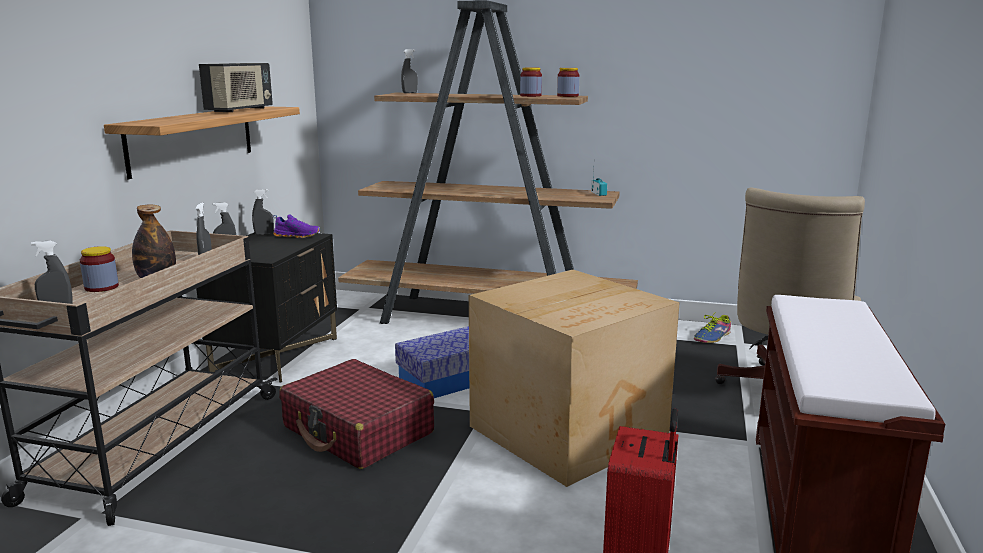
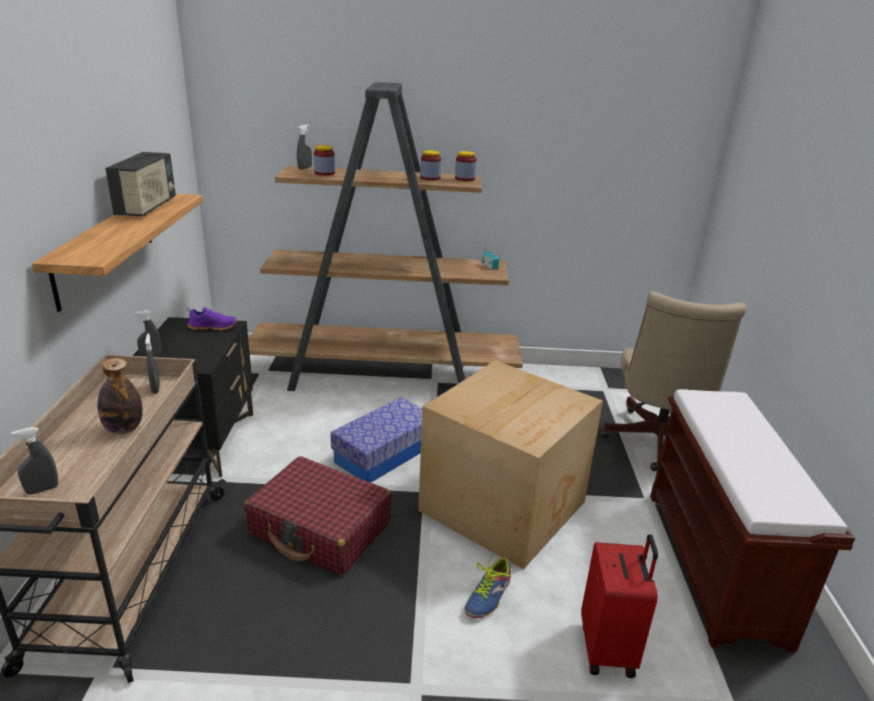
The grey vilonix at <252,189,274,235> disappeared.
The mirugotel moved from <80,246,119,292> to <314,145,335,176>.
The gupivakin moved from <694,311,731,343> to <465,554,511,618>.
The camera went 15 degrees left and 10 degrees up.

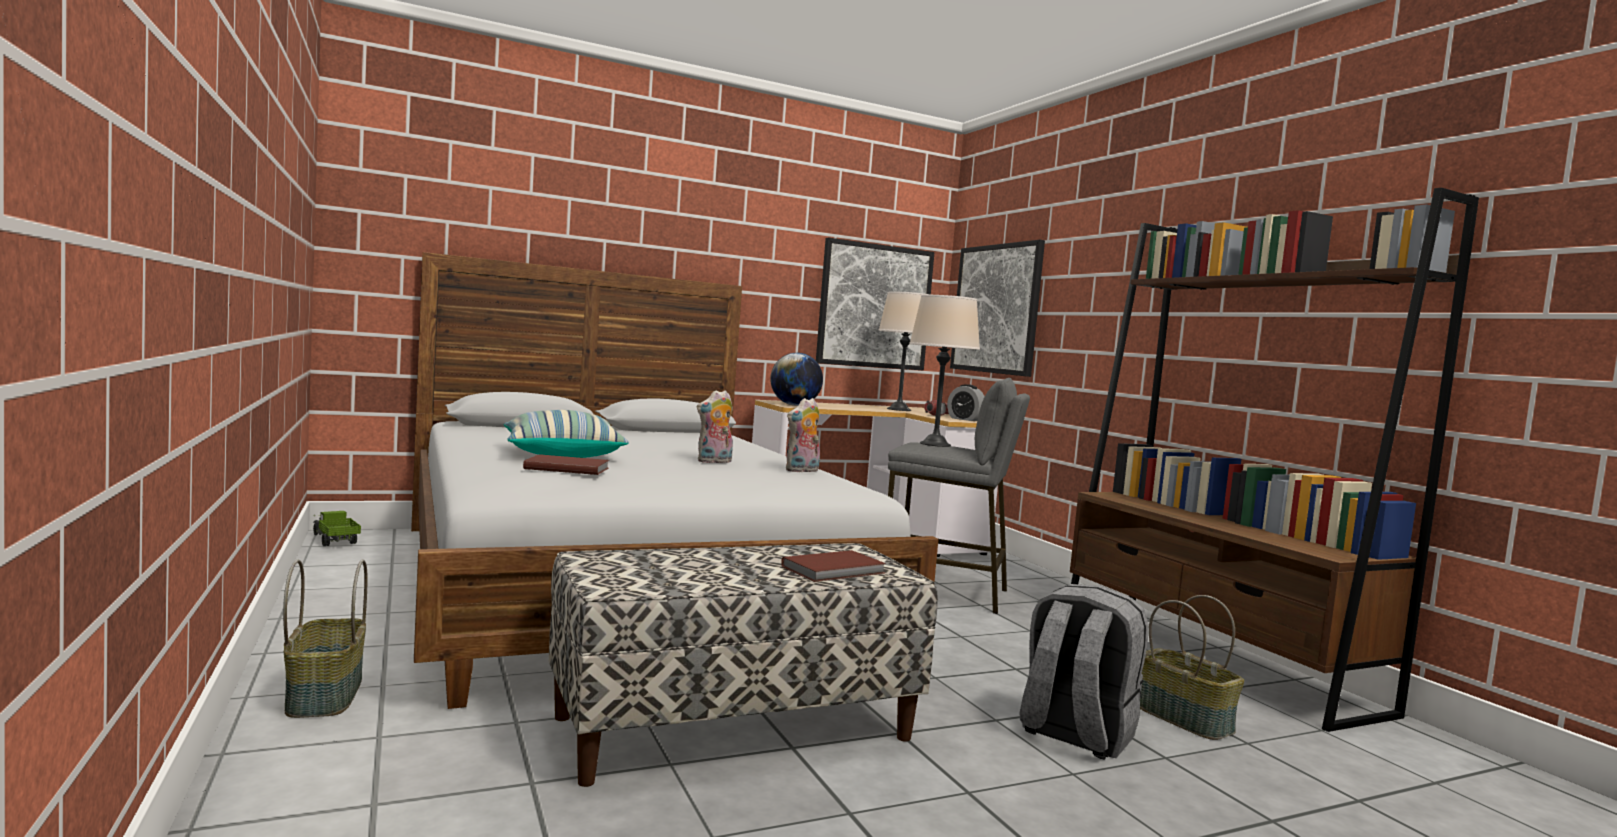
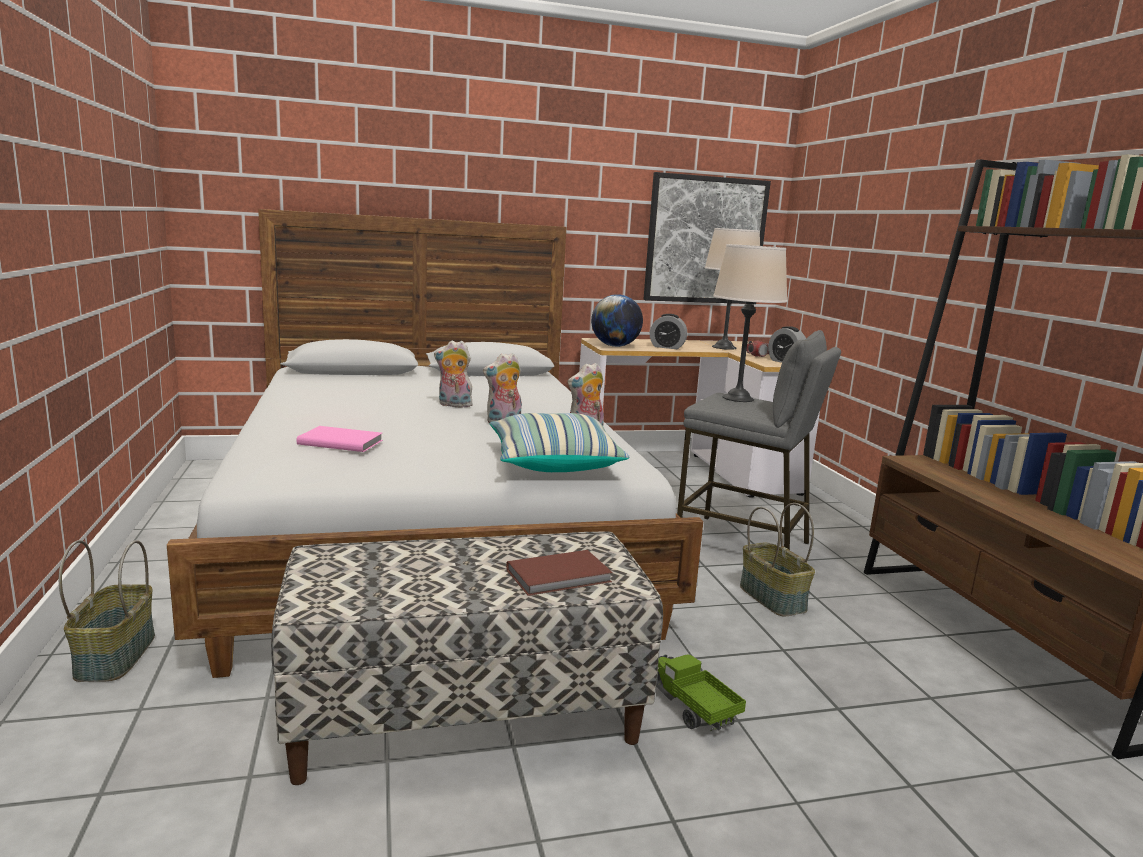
The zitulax at <950,240,1045,377> disappeared.
The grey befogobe at <1020,584,1148,760> disappeared.
The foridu at <434,341,473,408> appeared.
The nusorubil at <650,314,687,349> appeared.
The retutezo moved from <313,511,361,546> to <656,654,746,731>.
The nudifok moved from <504,410,629,458> to <490,413,629,472>.
The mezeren moved from <1140,595,1244,740> to <740,503,815,617>.
The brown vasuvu at <523,454,609,475> became the pink vasuvu at <296,426,383,452>.
The camera went 10 degrees right and 10 degrees up.

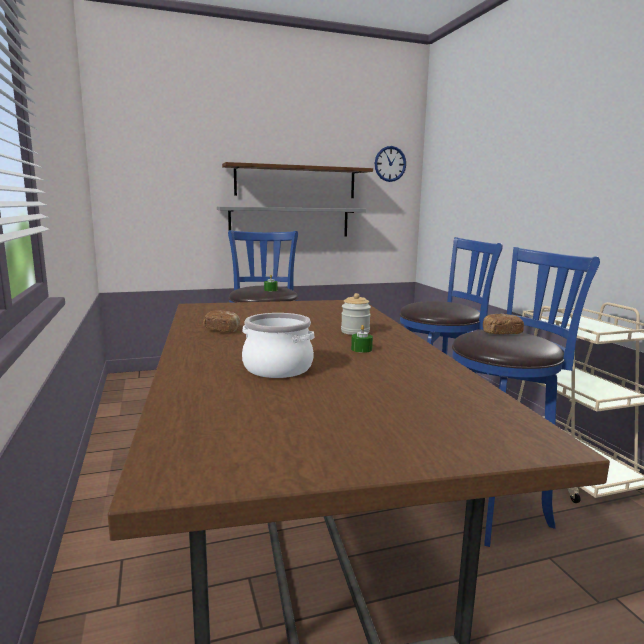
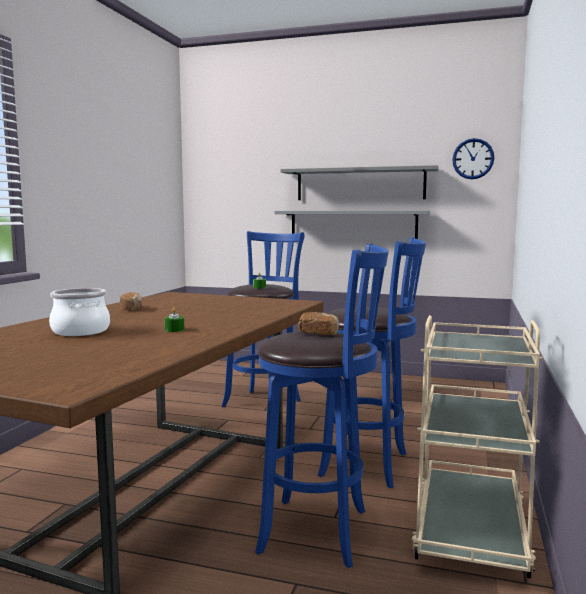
The mirugotel at <341,293,371,335> disappeared.
The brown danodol at <222,162,373,198> became the grey danodol at <281,165,439,200>.
The camera went 35 degrees right and 5 degrees down.

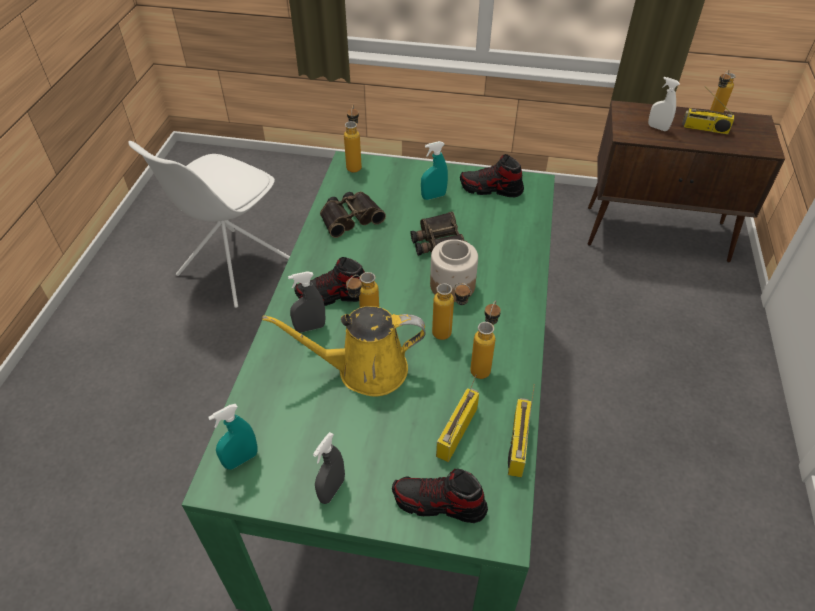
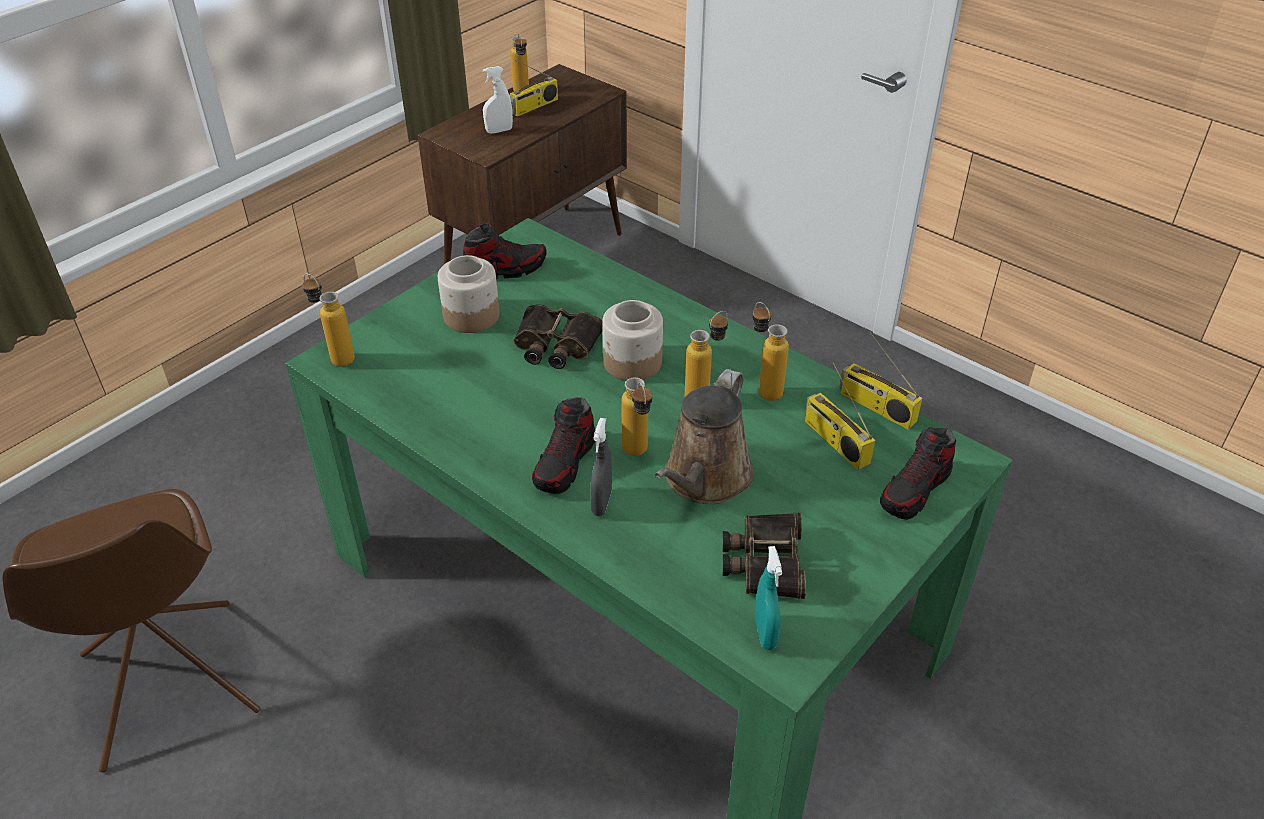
The grey vilonix at <313,432,345,504> disappeared.
The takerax moved from <320,192,386,238> to <723,513,806,599>.
The turquoise vilonix at <421,141,448,200> was replaced by the mirugotel at <438,255,499,333>.
The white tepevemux at <128,141,290,308> became the brown tepevemux at <2,489,261,772>.
The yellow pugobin at <262,306,426,396> became the brown pugobin at <654,369,753,504>.
The gupivakin at <460,154,524,197> turned 150 degrees counterclockwise.
The camera went 60 degrees left and 5 degrees down.

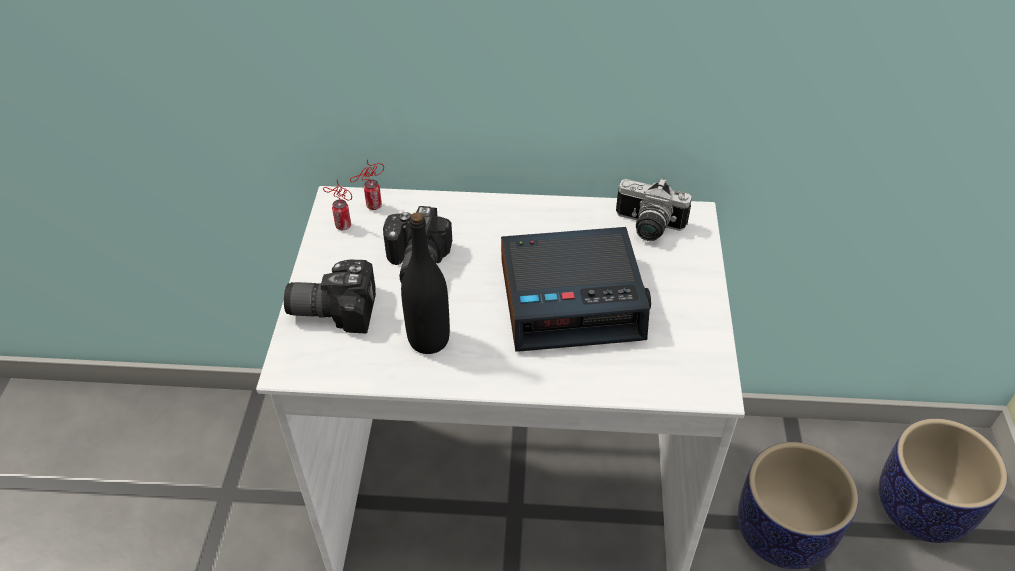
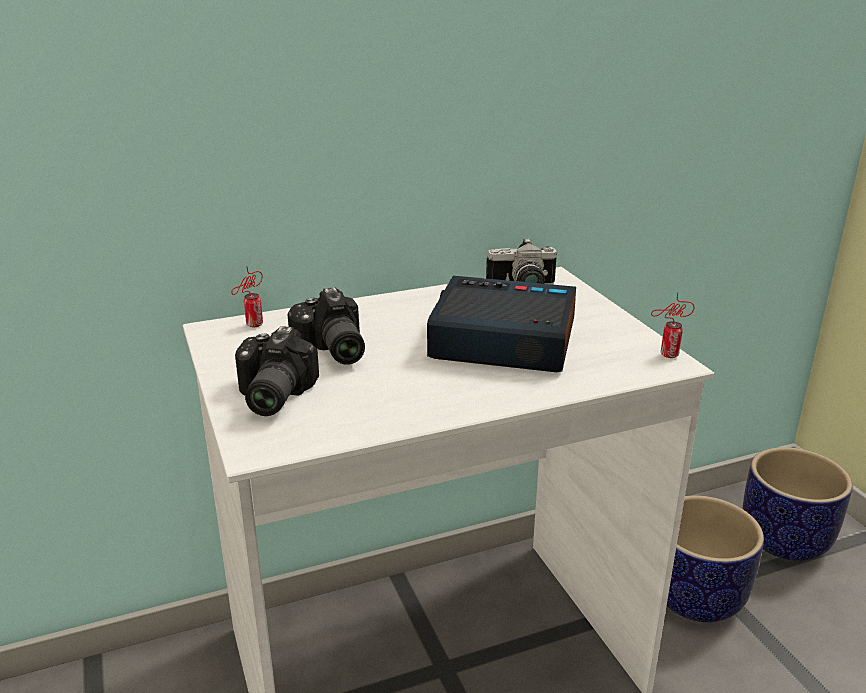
The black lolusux at <401,212,450,354> disappeared.
The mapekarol moved from <323,179,352,230> to <651,292,694,358>.
The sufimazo at <284,259,376,333> turned 60 degrees counterclockwise.
The nusorubil at <501,227,651,351> turned 135 degrees counterclockwise.
The camera went 25 degrees left and 20 degrees down.

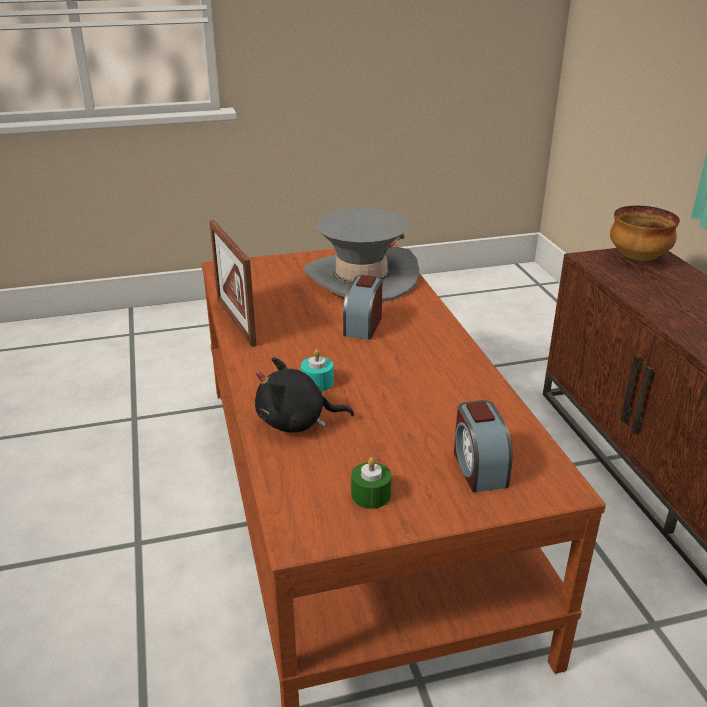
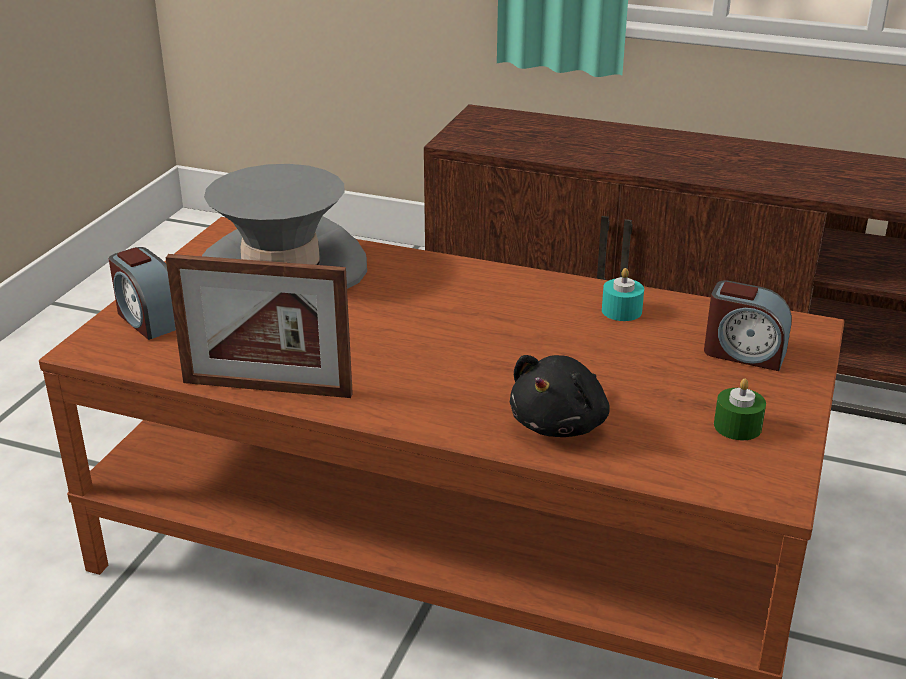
The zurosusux at <610,206,680,261> disappeared.
The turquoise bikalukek moved from <301,349,334,391> to <602,268,644,321>.
The nusorubil moved from <343,275,382,340> to <109,247,176,340>.
The camera went 55 degrees left and 0 degrees up.

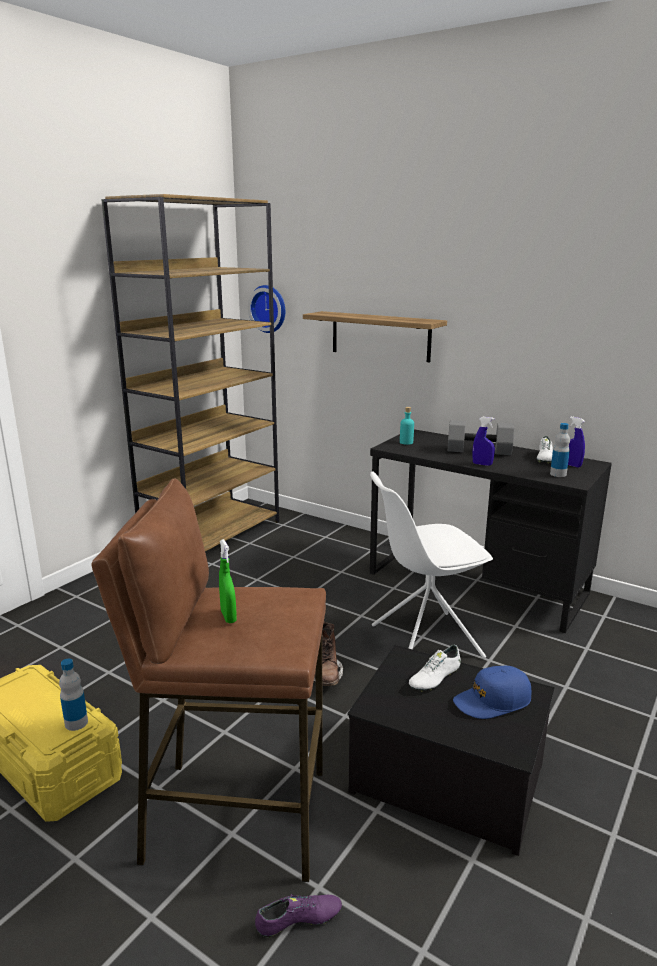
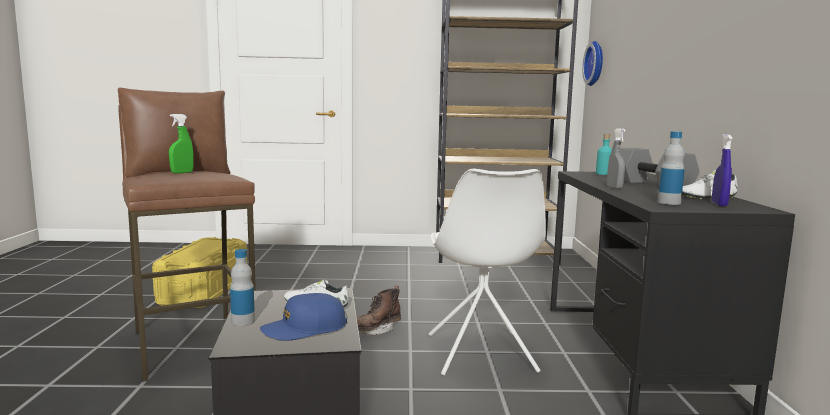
The purple gupivakin at <255,894,342,938> disappeared.
The danodol at <303,311,447,362> disappeared.
The lolusux moved from <59,659,88,731> to <230,249,255,326>.
The blue vilonix at <472,417,495,466> became the grey vilonix at <607,128,626,189>.
The white tepevemux at <370,471,493,659> turned 135 degrees counterclockwise.
The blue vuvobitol at <453,666,532,719> turned 60 degrees counterclockwise.
The camera went 55 degrees right and 10 degrees down.

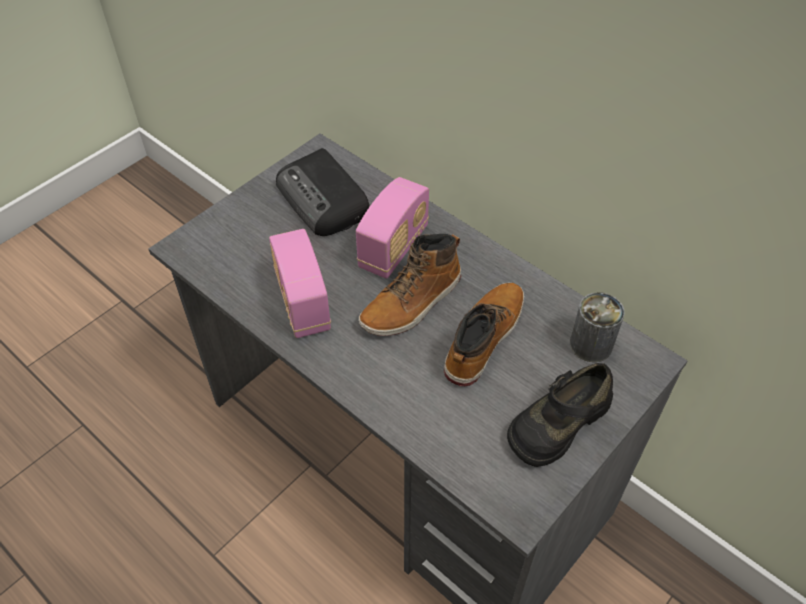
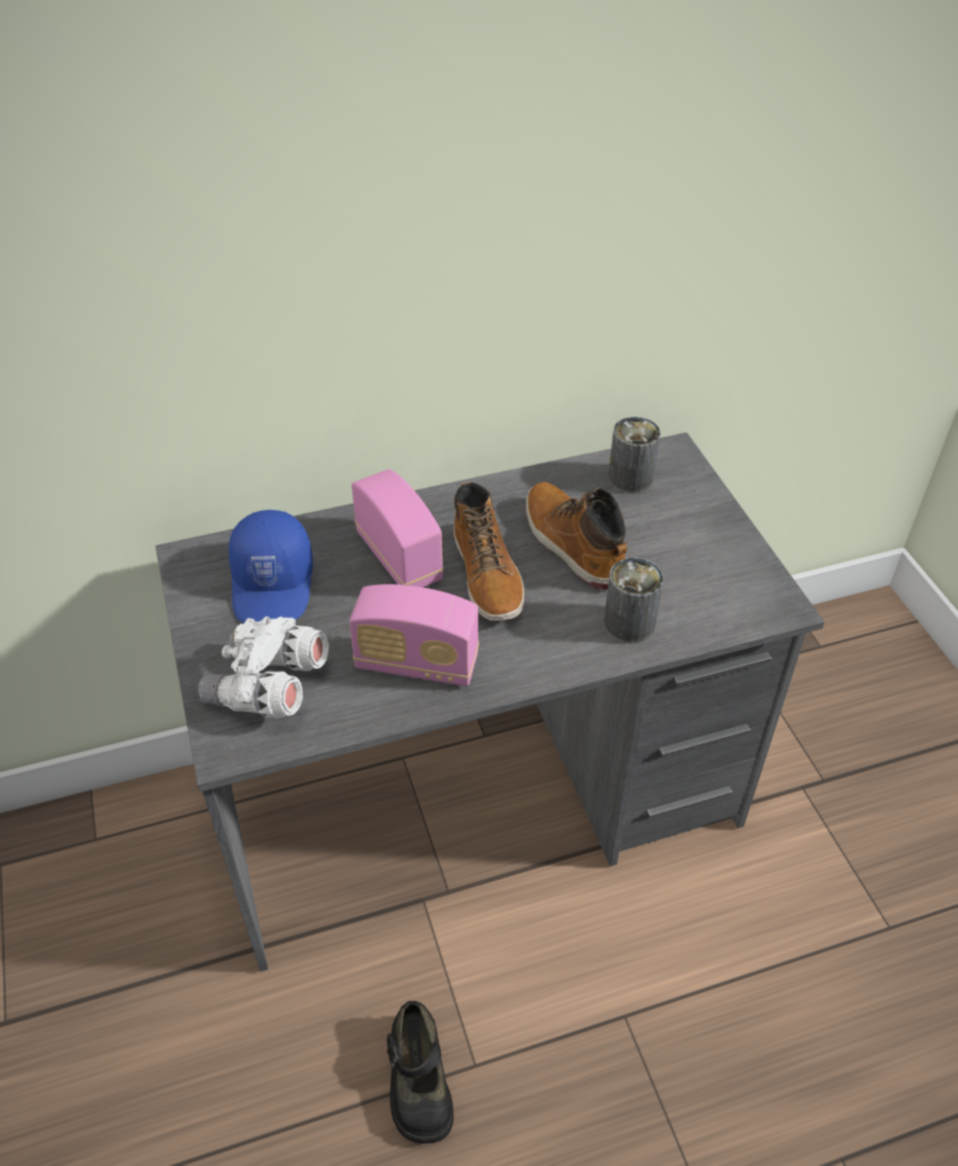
The white takerax at <198,616,329,718> appeared.
The mapekarol at <604,557,663,643> appeared.
The black gupivakin moved from <507,363,613,467> to <387,1001,454,1144>.
The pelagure at <276,148,370,236> was replaced by the blue vuvobitol at <229,510,313,623>.
The camera went 60 degrees left and 5 degrees down.

